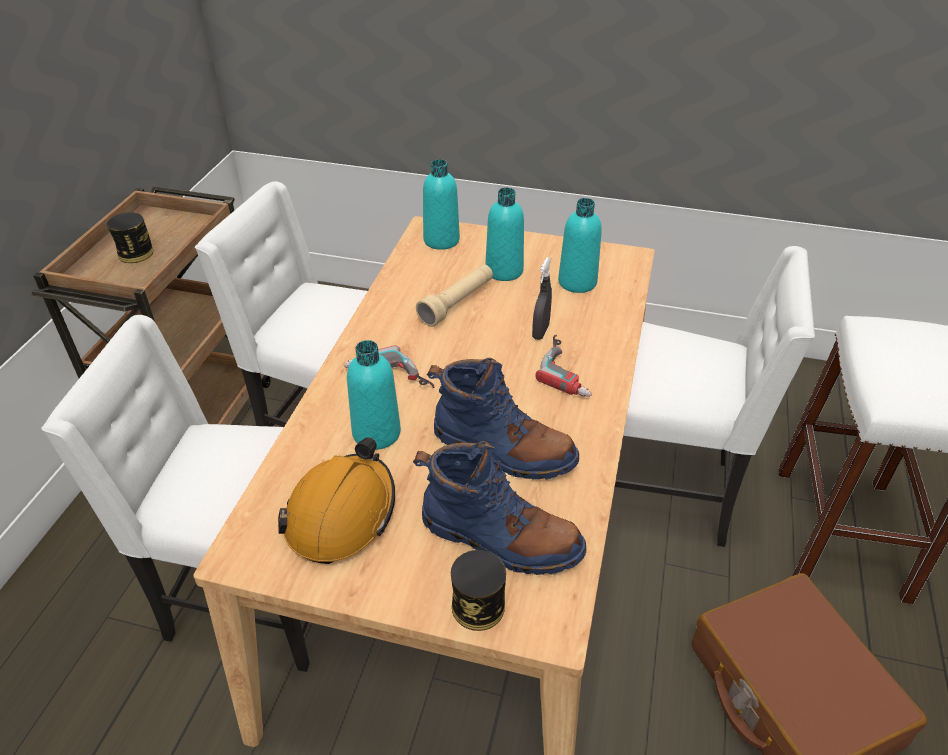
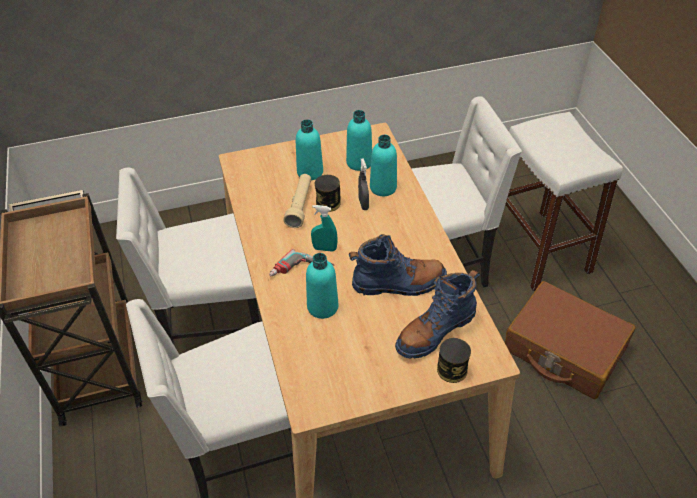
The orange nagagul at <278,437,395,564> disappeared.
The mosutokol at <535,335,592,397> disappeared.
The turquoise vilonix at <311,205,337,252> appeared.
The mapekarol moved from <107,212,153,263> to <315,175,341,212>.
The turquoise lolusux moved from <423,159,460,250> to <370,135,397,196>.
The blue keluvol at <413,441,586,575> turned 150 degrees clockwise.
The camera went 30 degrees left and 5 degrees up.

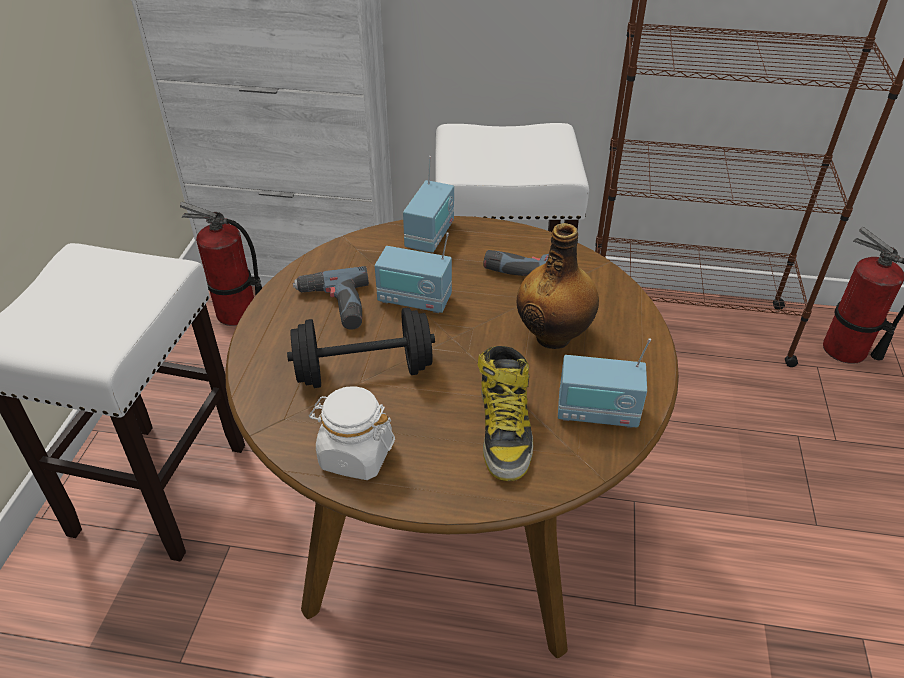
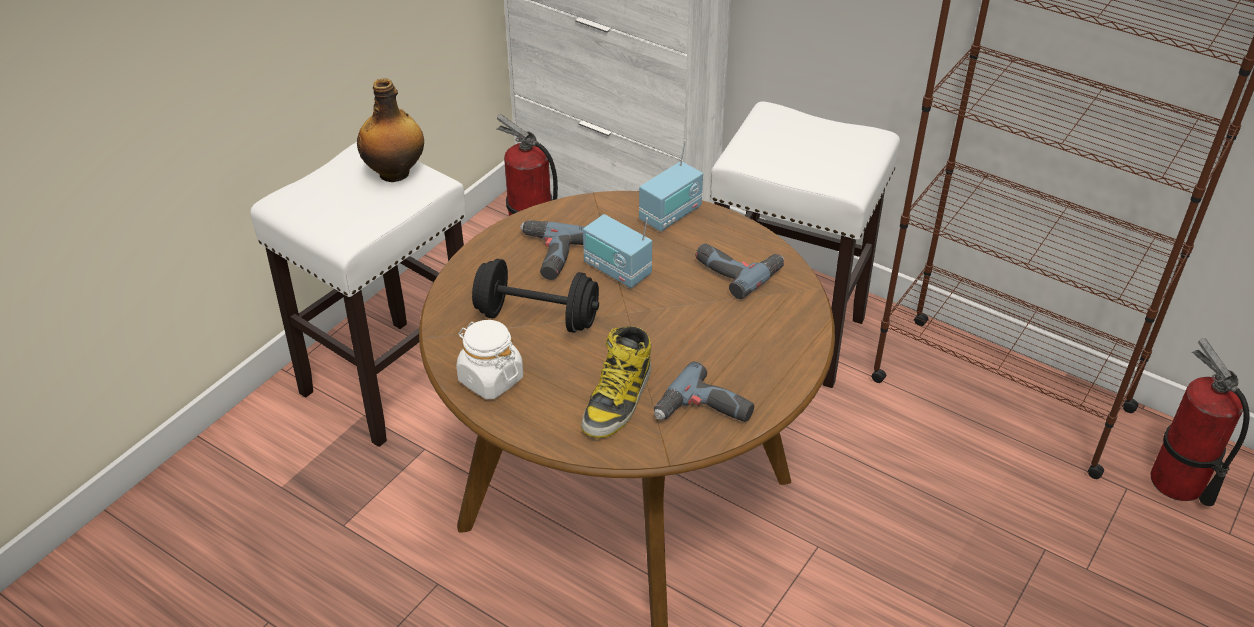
The lolusux moved from <517,223,599,349> to <357,78,424,182>.
The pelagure at <558,338,651,428> was replaced by the mosutokol at <654,361,754,422>.
The camera went 25 degrees right and 0 degrees up.

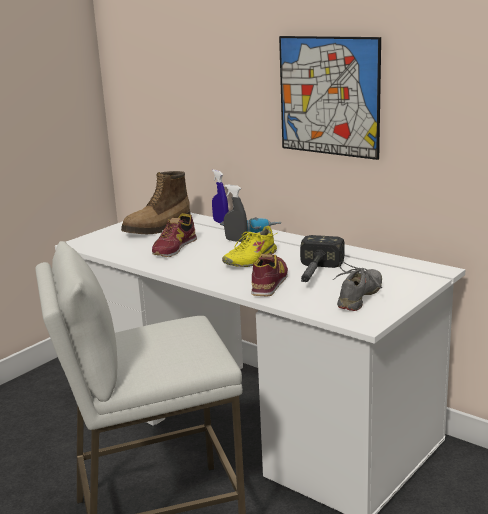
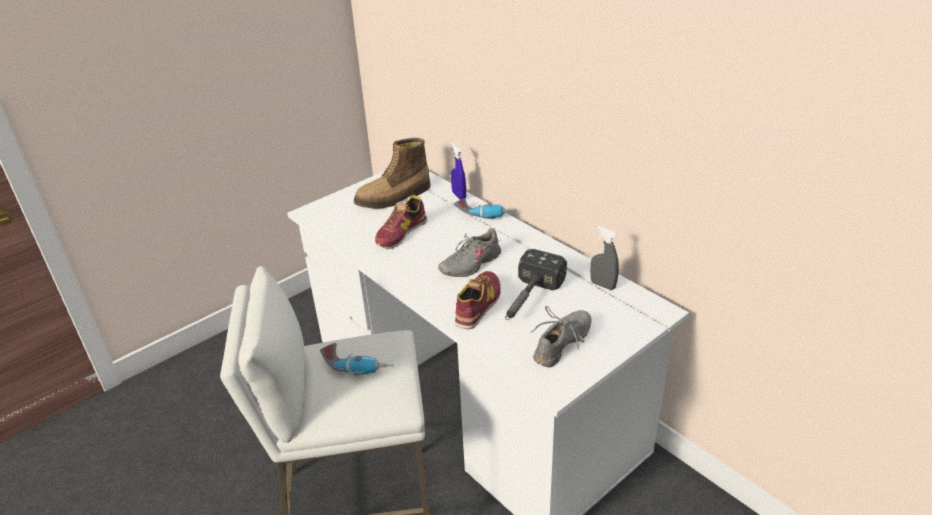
The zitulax at <279,36,381,160> disappeared.
The mosutokol at <320,343,393,375> appeared.
The grey vilonix moved from <224,184,247,242> to <590,226,619,290>.
The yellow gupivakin at <222,225,277,267> became the grey gupivakin at <438,228,501,277>.
The camera went 10 degrees right and 15 degrees up.

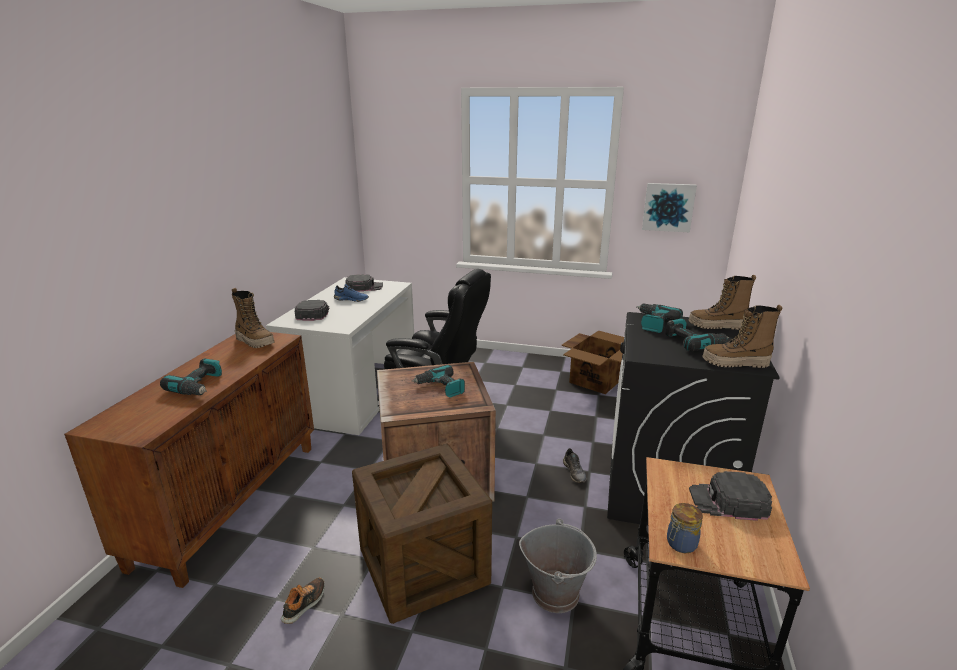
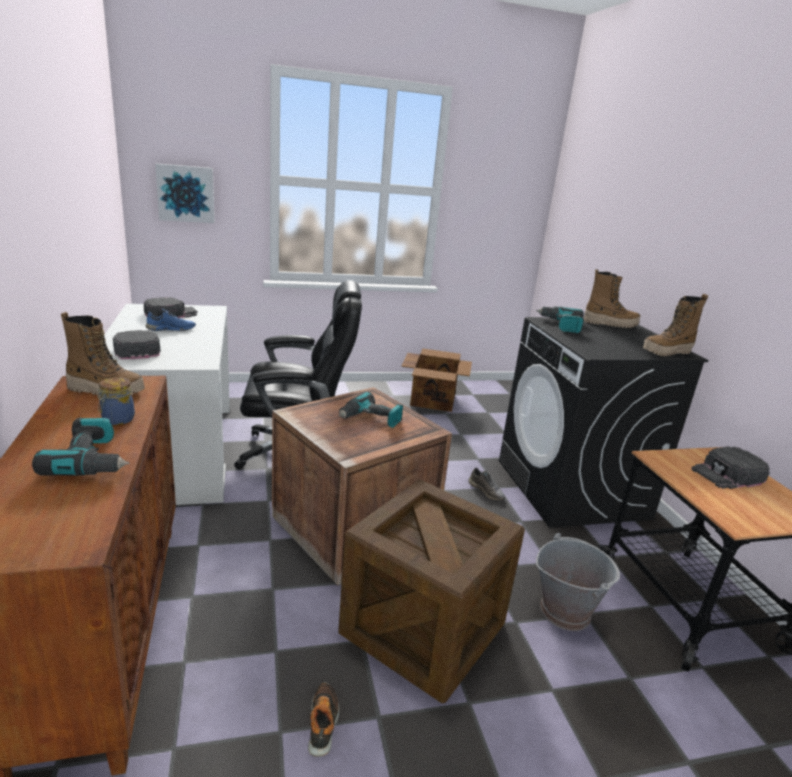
The mosutokol at <666,318,730,352> disappeared.
The zitulax moved from <642,183,697,232> to <155,164,215,223>.
The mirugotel moved from <667,503,703,553> to <97,377,135,425>.
The keluvol at <688,275,756,330> turned 150 degrees counterclockwise.
The camera went 30 degrees left and 0 degrees up.

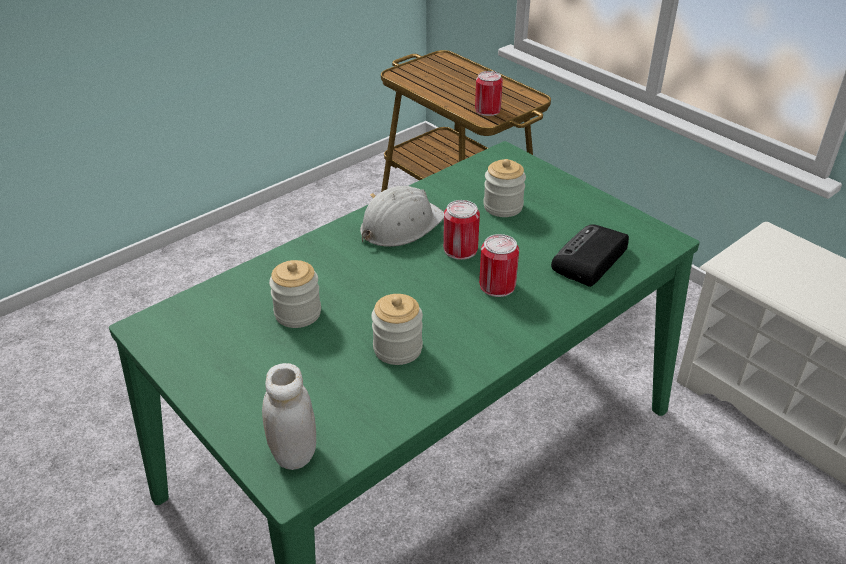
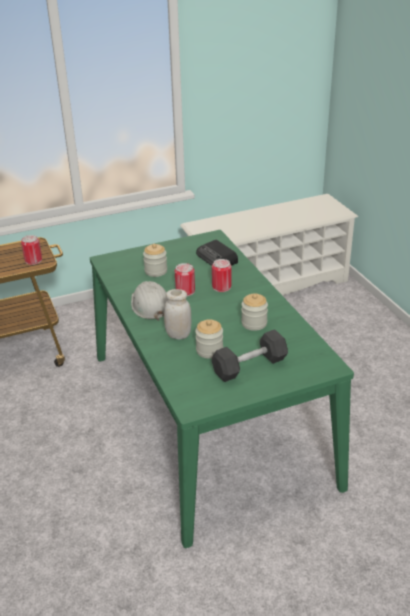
The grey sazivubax at <212,329,288,382> appeared.
The white mirugotel moved from <262,363,316,470> to <164,289,192,339>.
The camera went 70 degrees left and 5 degrees down.

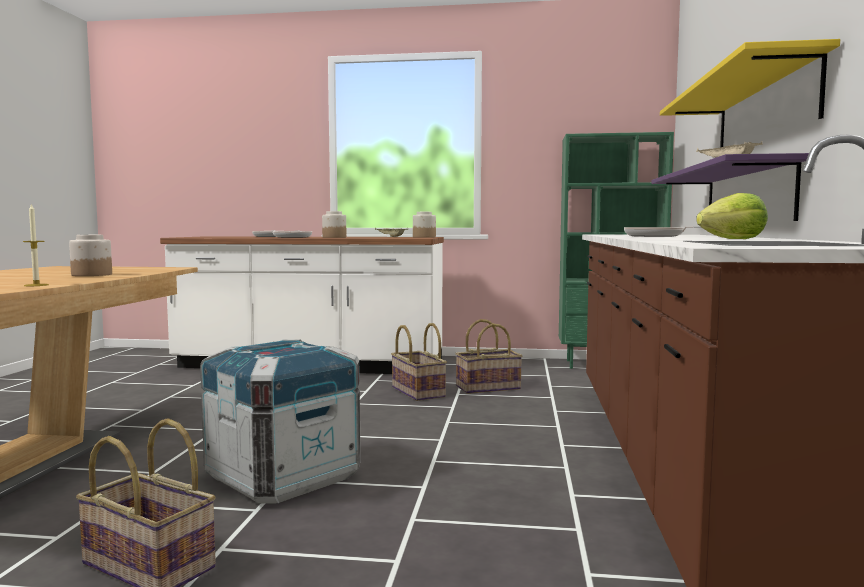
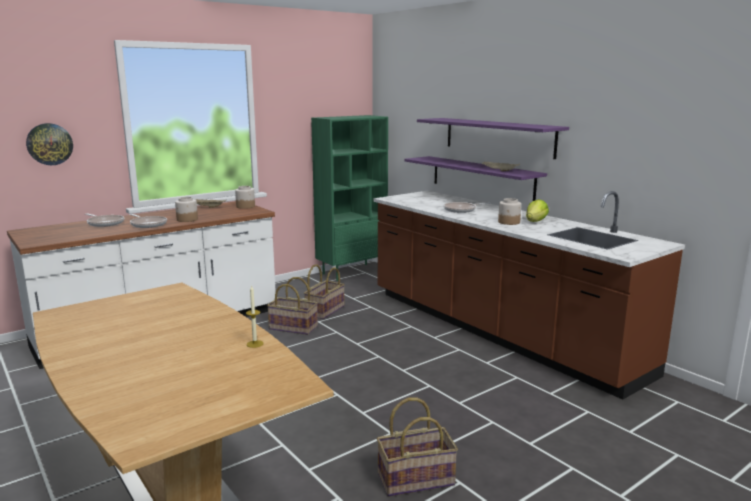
The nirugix at <200,339,361,503> disappeared.
The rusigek at <26,123,73,165> appeared.
The mirugotel moved from <69,235,112,276> to <498,198,521,225>.
The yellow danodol at <660,39,840,147> became the purple danodol at <417,118,569,159>.
The camera went 45 degrees left and 10 degrees up.

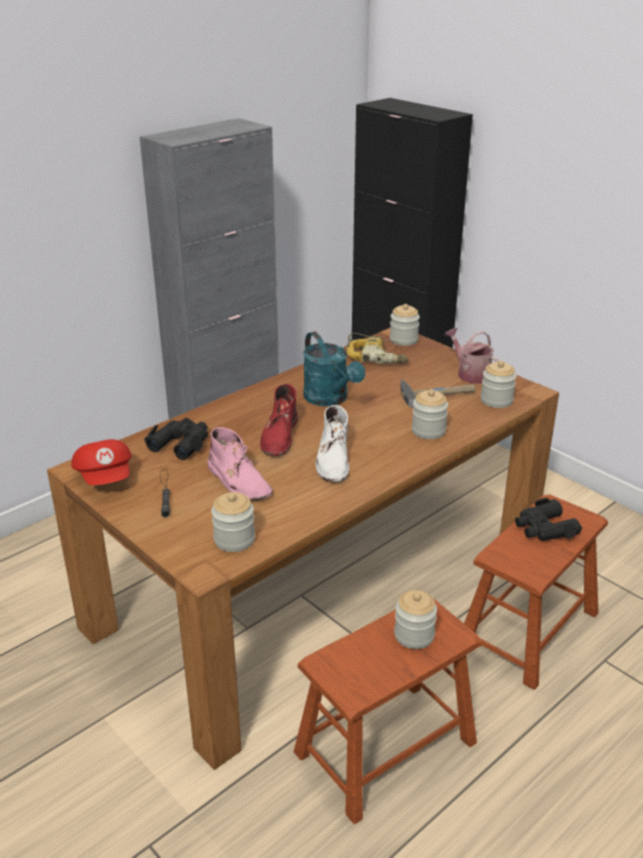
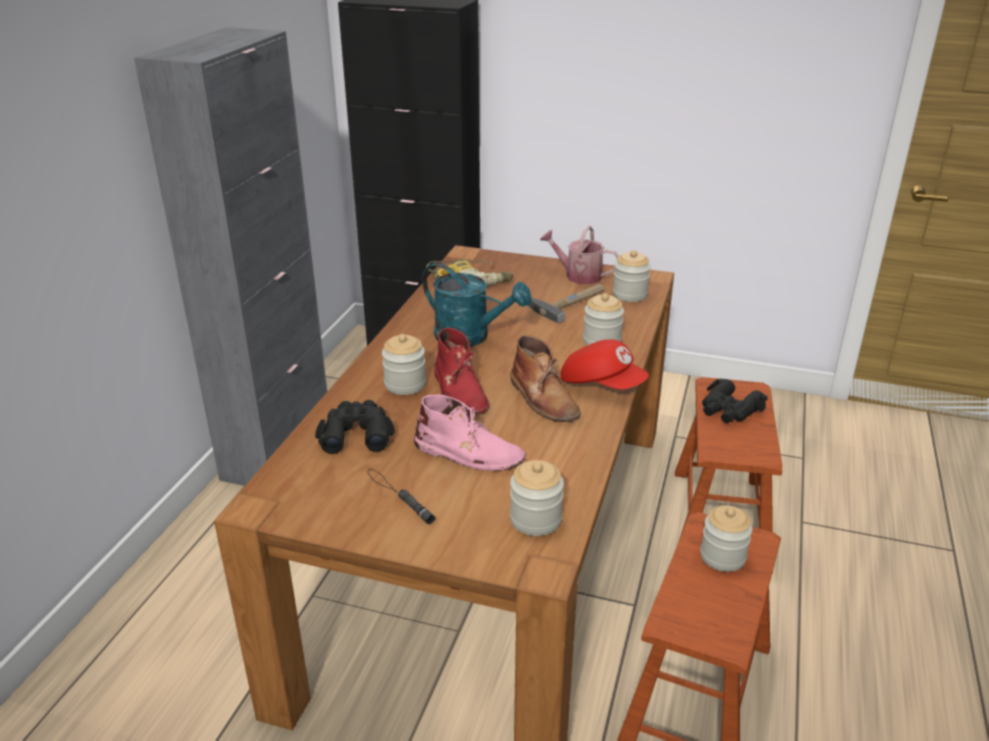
The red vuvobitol moved from <71,439,132,485> to <561,339,649,390>.
The mirugotel moved from <390,304,420,346> to <382,334,426,395>.
The white keluvol at <315,405,350,482> became the brown keluvol at <511,335,581,422>.
The camera went 30 degrees left and 0 degrees up.

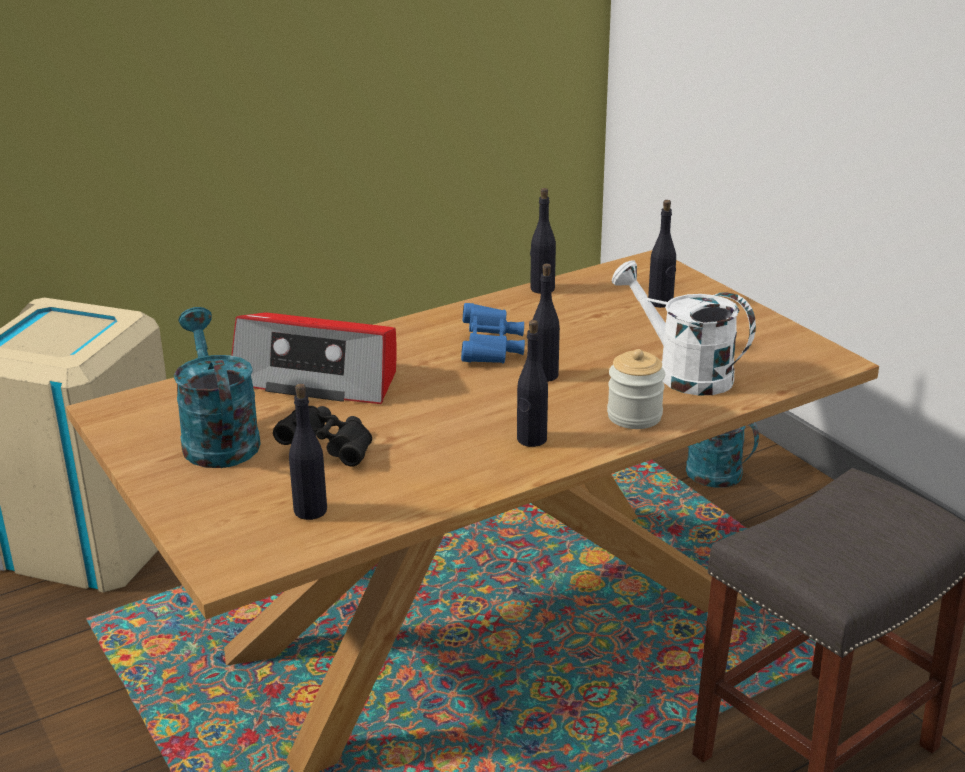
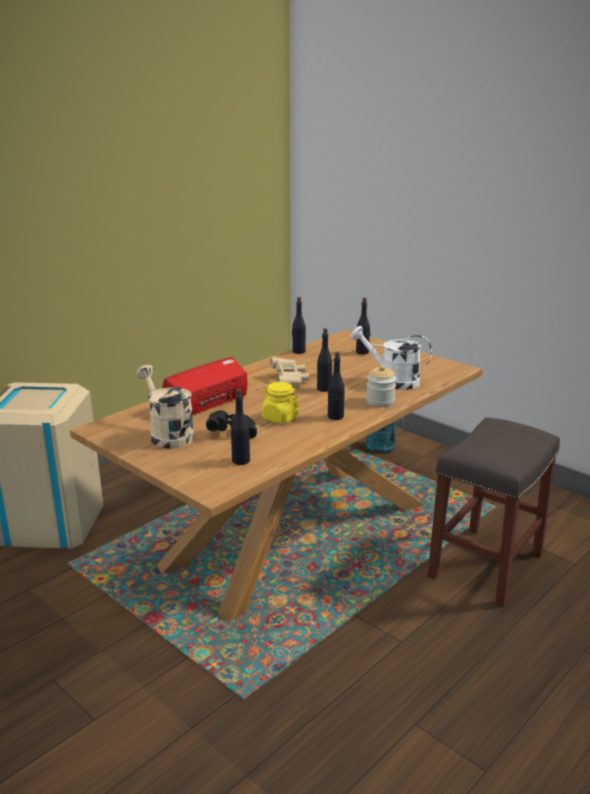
The yellow mirugotel at <262,382,298,424> appeared.
The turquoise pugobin at <174,307,261,468> became the beige pugobin at <136,365,195,449>.
The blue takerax at <461,303,525,364> became the beige takerax at <270,357,309,386>.
The pelagure at <231,312,397,404> turned 135 degrees clockwise.
The camera went 15 degrees left and 5 degrees down.

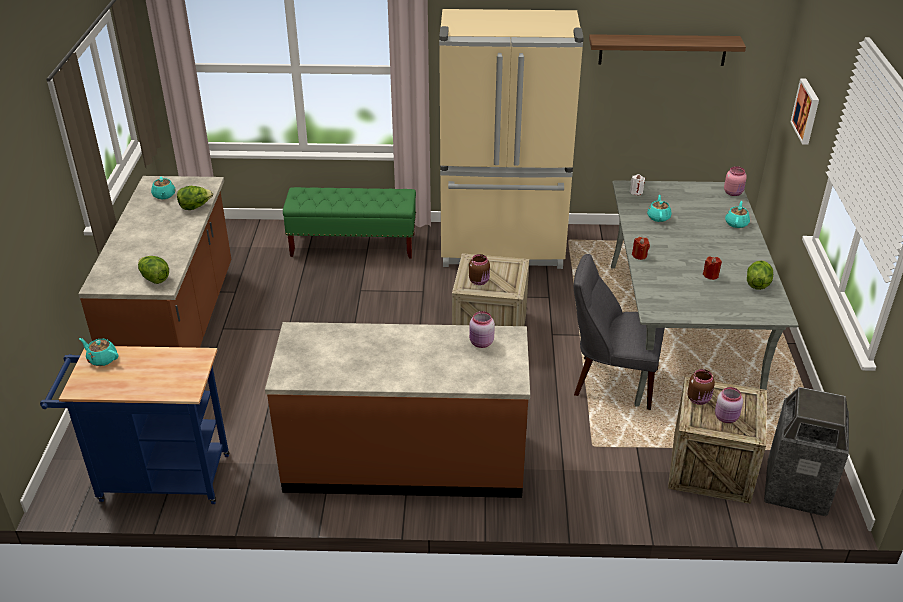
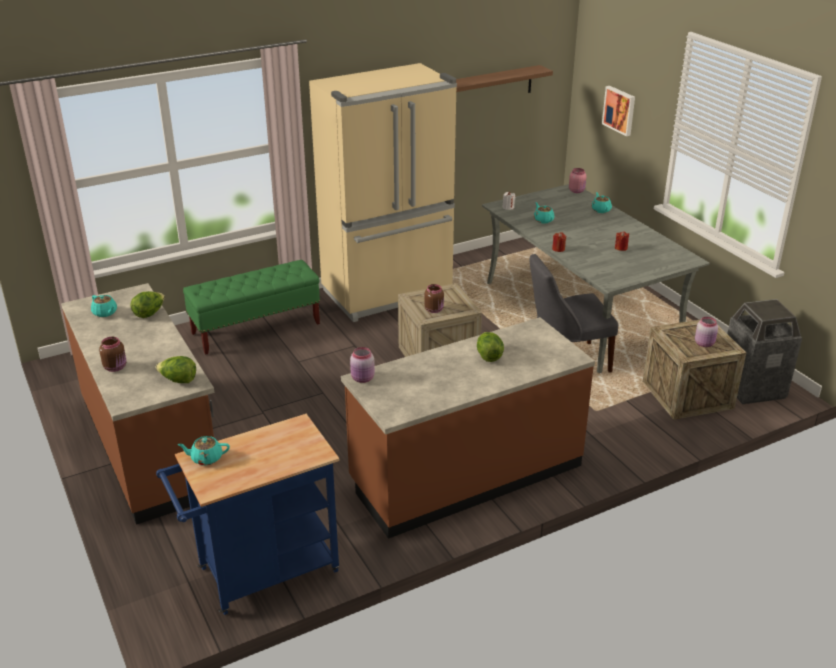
The pink mirugotel moved from <469,311,495,348> to <350,347,375,383>.
The brown mirugotel moved from <687,369,715,405> to <99,337,126,372>.
The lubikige moved from <747,261,773,290> to <477,332,504,362>.
The camera went 30 degrees left and 5 degrees down.

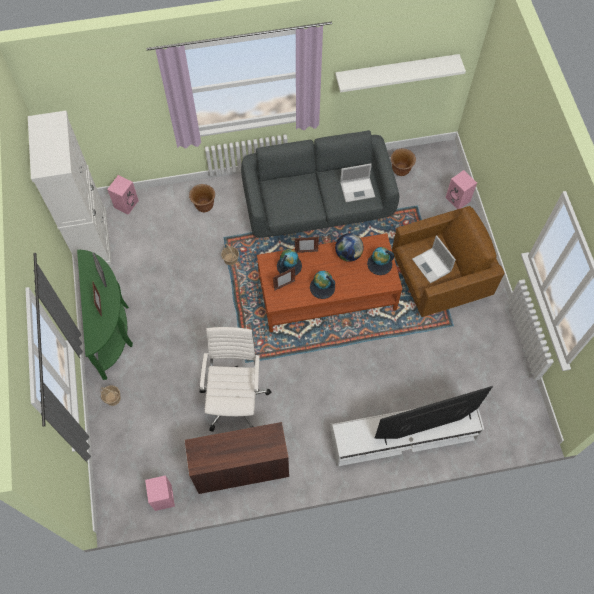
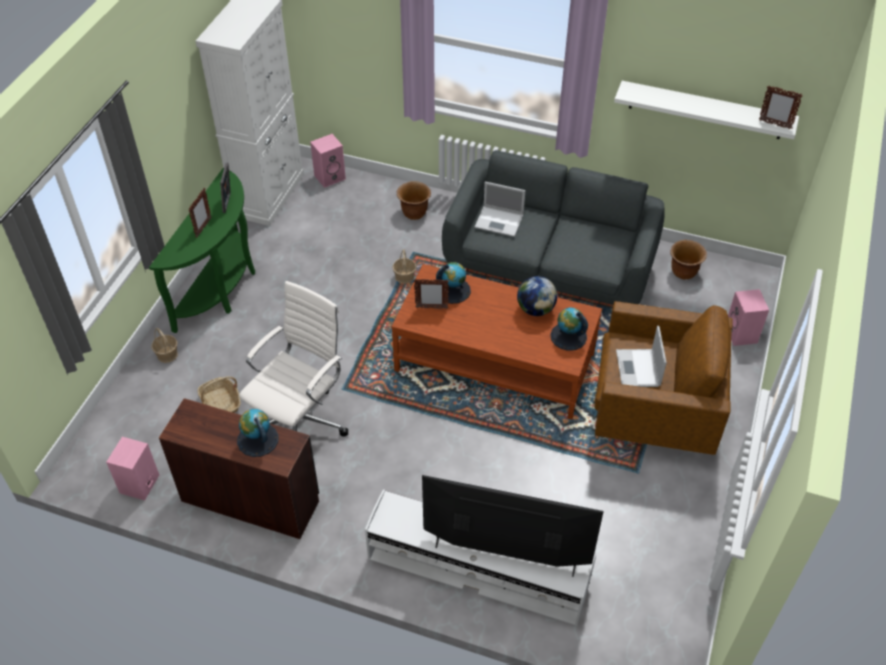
The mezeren at <198,376,241,413> appeared.
The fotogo moved from <295,237,319,253> to <759,85,803,129>.
The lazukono moved from <310,271,335,299> to <237,409,279,457>.
The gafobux moved from <340,164,375,202> to <474,182,526,237>.
The camera went 30 degrees right and 15 degrees down.

